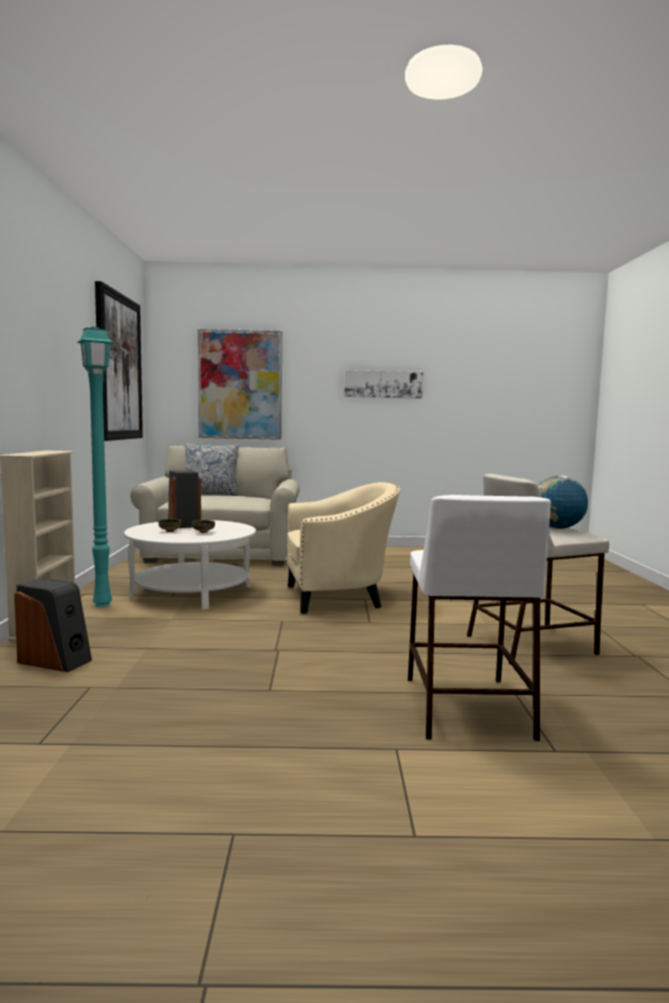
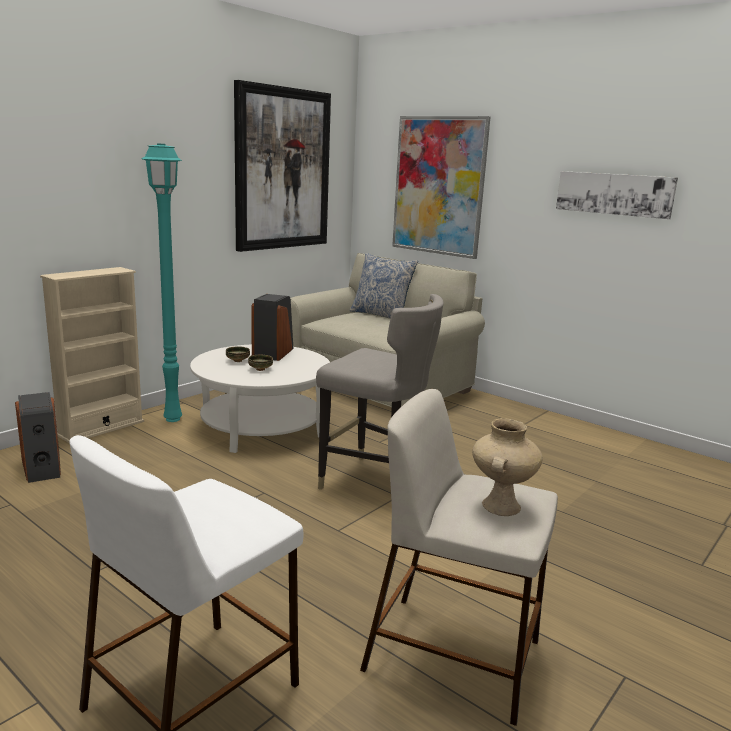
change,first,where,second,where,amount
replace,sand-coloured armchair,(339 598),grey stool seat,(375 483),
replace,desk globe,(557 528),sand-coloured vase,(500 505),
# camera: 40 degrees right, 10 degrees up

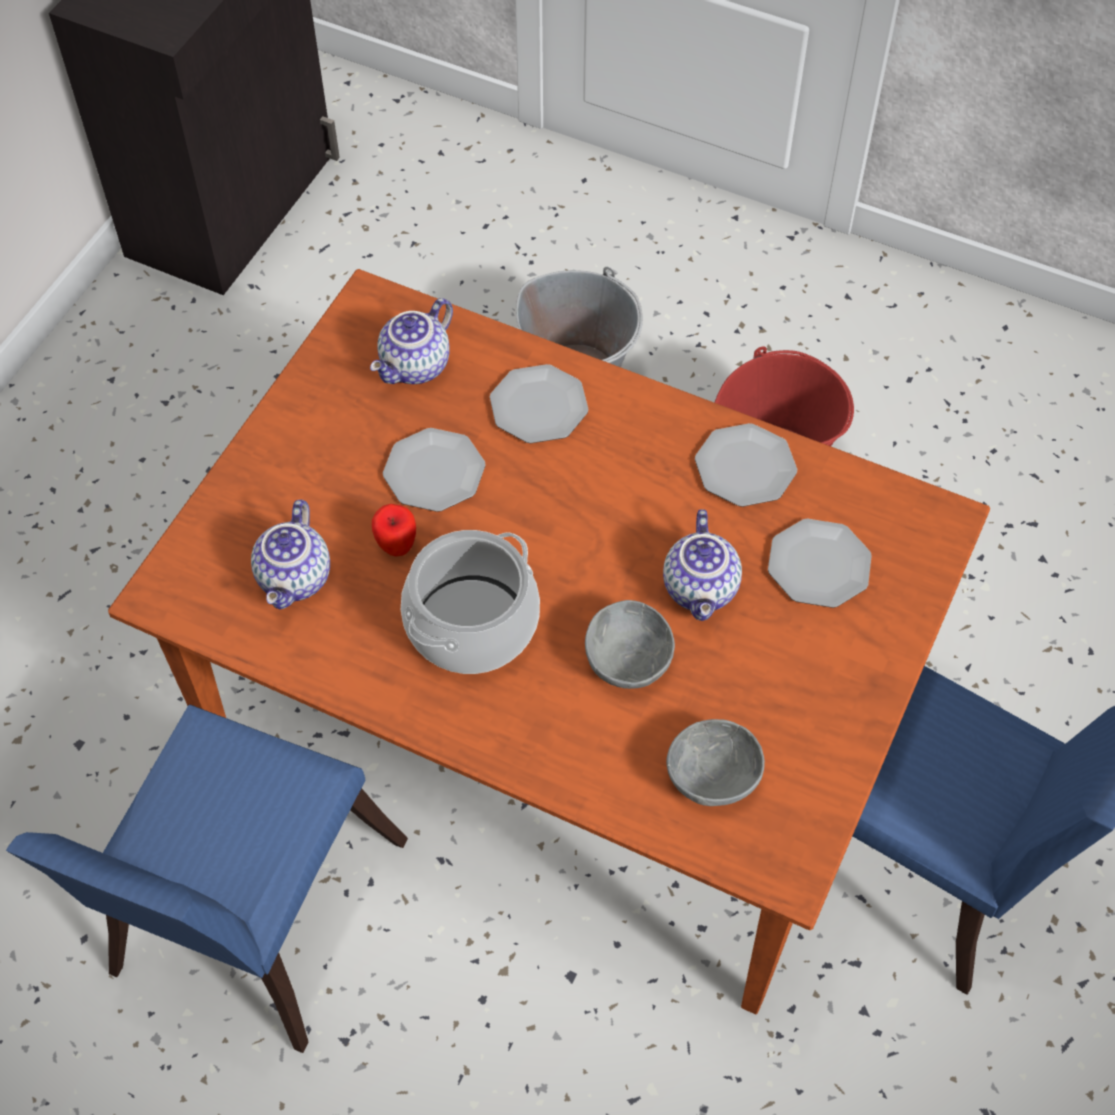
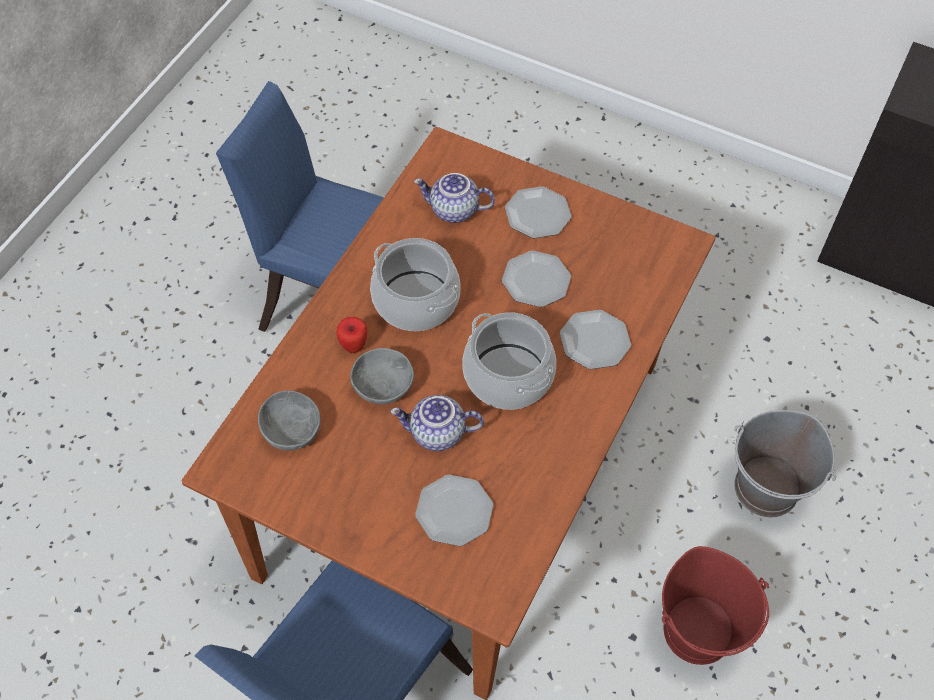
change,first,where,second,where,amount
delete,pot for tea,(416 367),,,
insert,,,saucepot,(507 376),
move,apple,(396 547),,(353 346),
move,plate,(746 468),,(537 215),
# camera: 90 degrees right, 0 degrees up

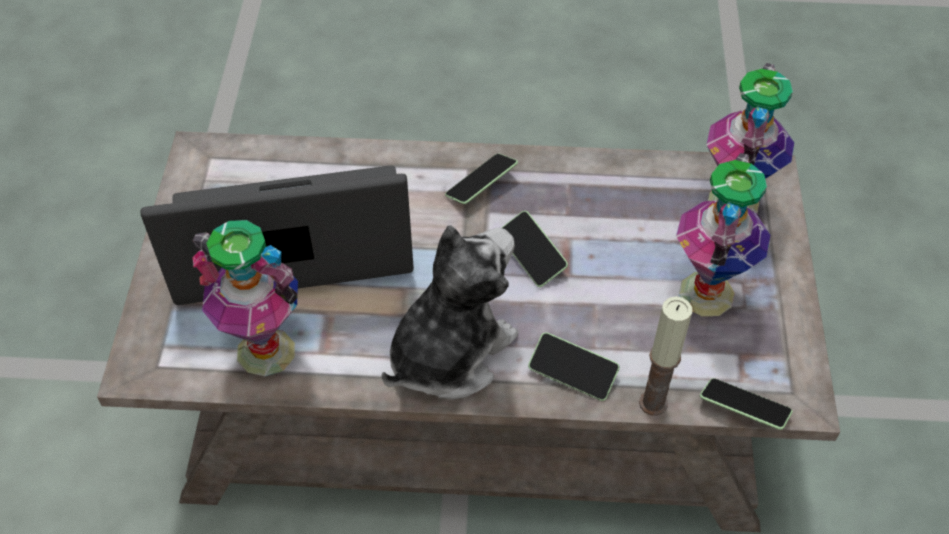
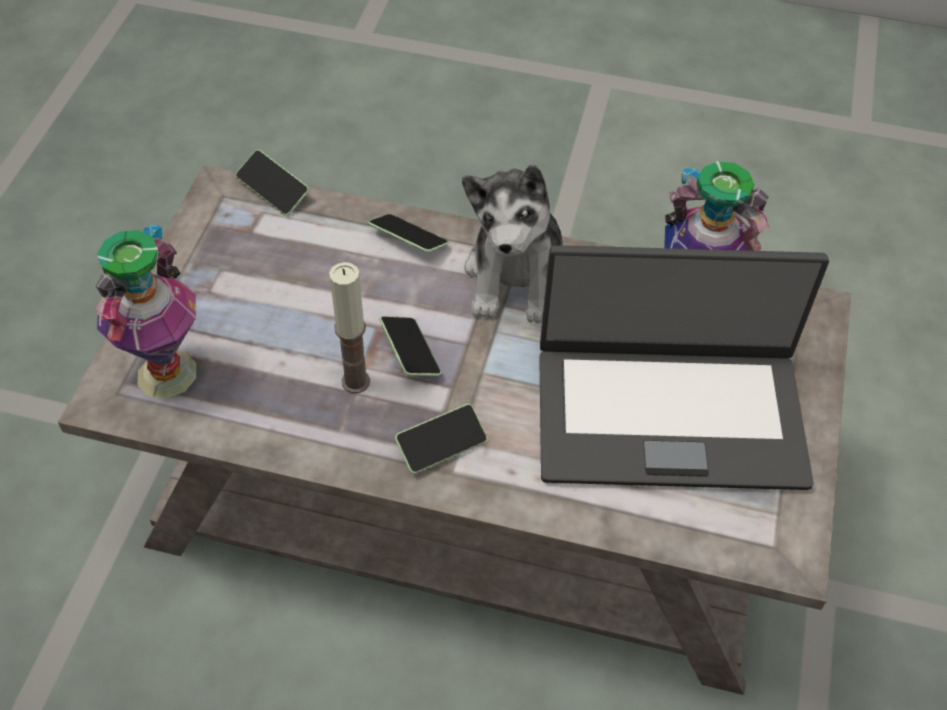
change,first,where,second,where,amount
delete,vase,(708 294),,,
move,candle,(653 403),,(355 381),
rotate,soft toy,(449 352),,(517 276),45 degrees counterclockwise
# camera: 170 degrees left, 0 degrees up

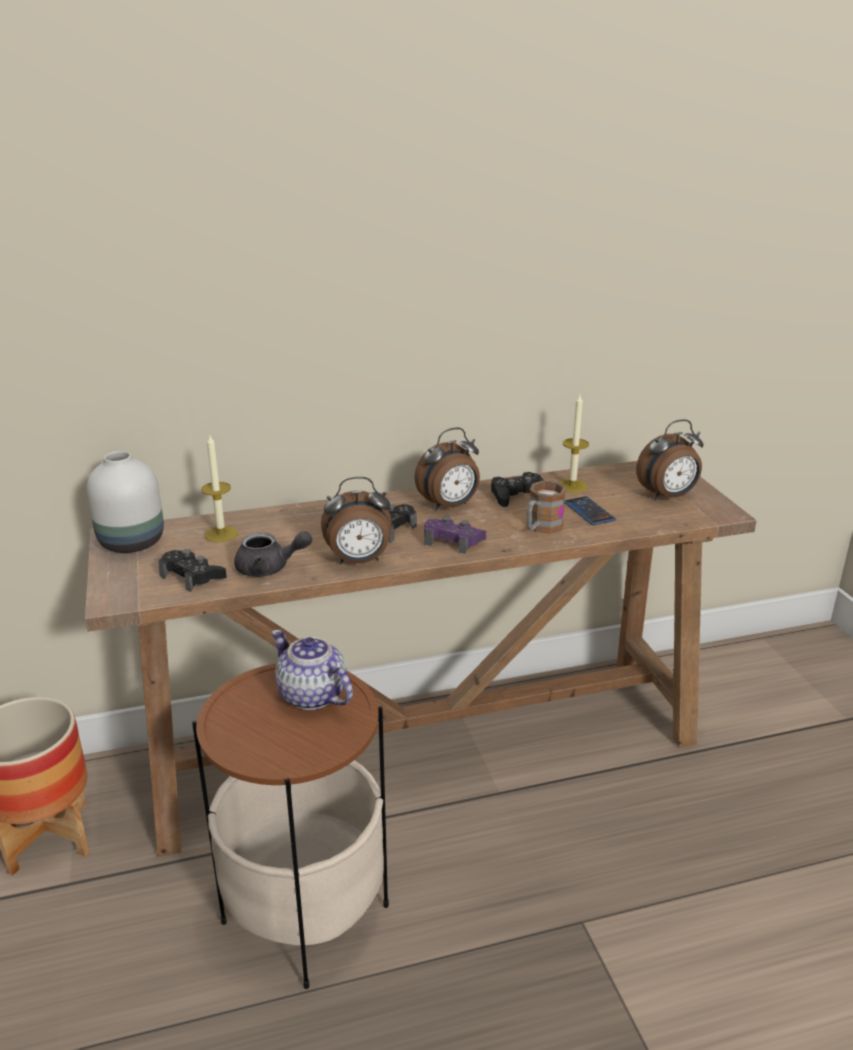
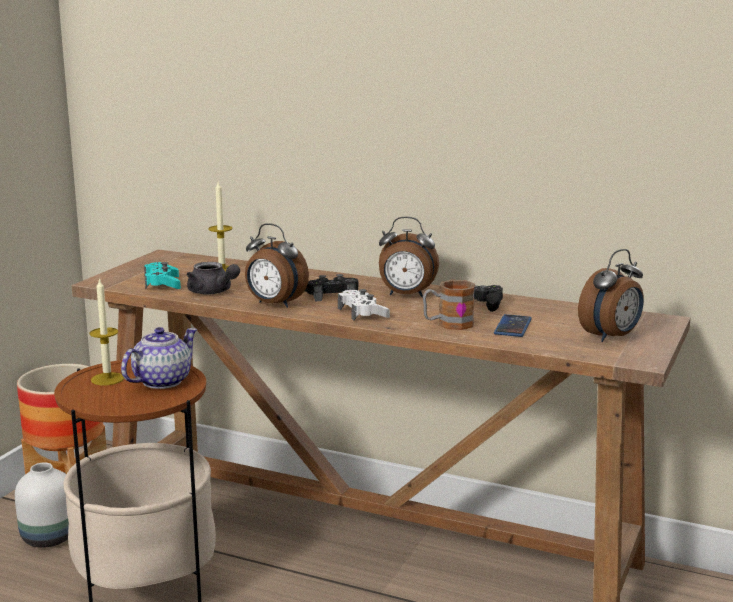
change,first,where,second,where,amount
move,white-coloured vase,(131 543),,(47 539),
move,candle,(572 486),,(107 379),
recolor,black joypad,(192 576),blue-green joypad,(162 283),
recolor,purple joypad,(453 541),white-coloured joypad,(363 313),
rotate,pot for tea,(312 696),,(161 381),45 degrees clockwise
rotate,alarm clock,(668 496),,(611 337),60 degrees counterclockwise
# camera: 40 degrees right, 10 degrees down

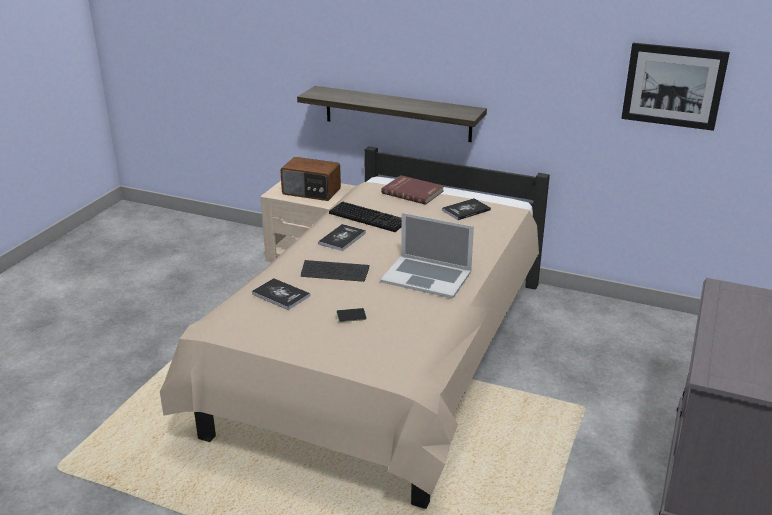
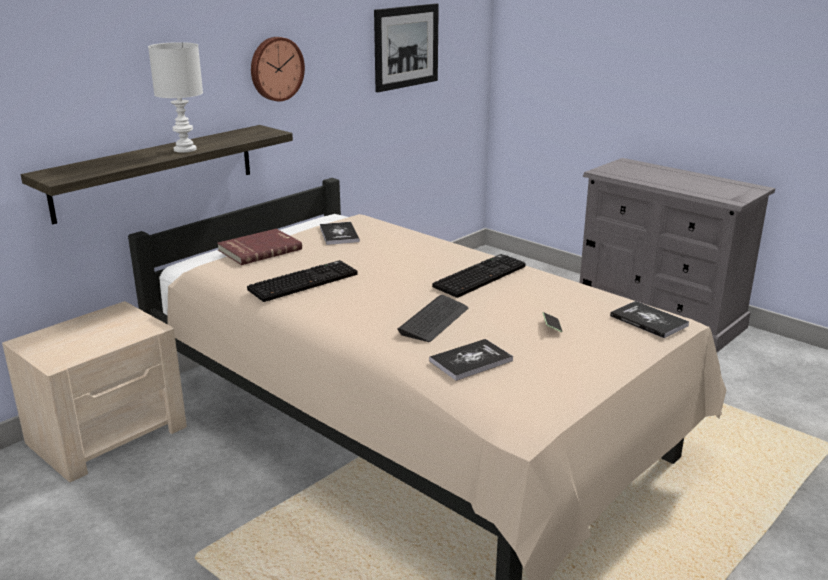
change,first,where,second,where,amount
delete,radio,(311 192),,,
insert,,,white-coloured tabletop lamp,(184 149),
insert,,,wall clock,(275 68),
move,bound book,(342 238),,(648 321),
replace,notebook computer,(426 276),computer keyboard,(479 276),
# camera: 70 degrees left, 5 degrees down

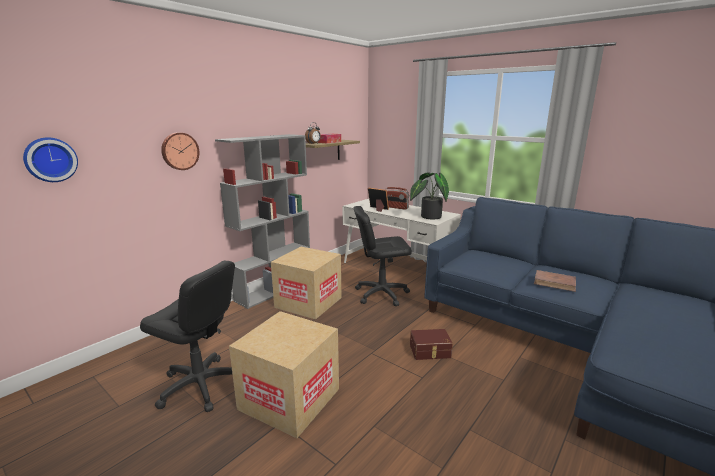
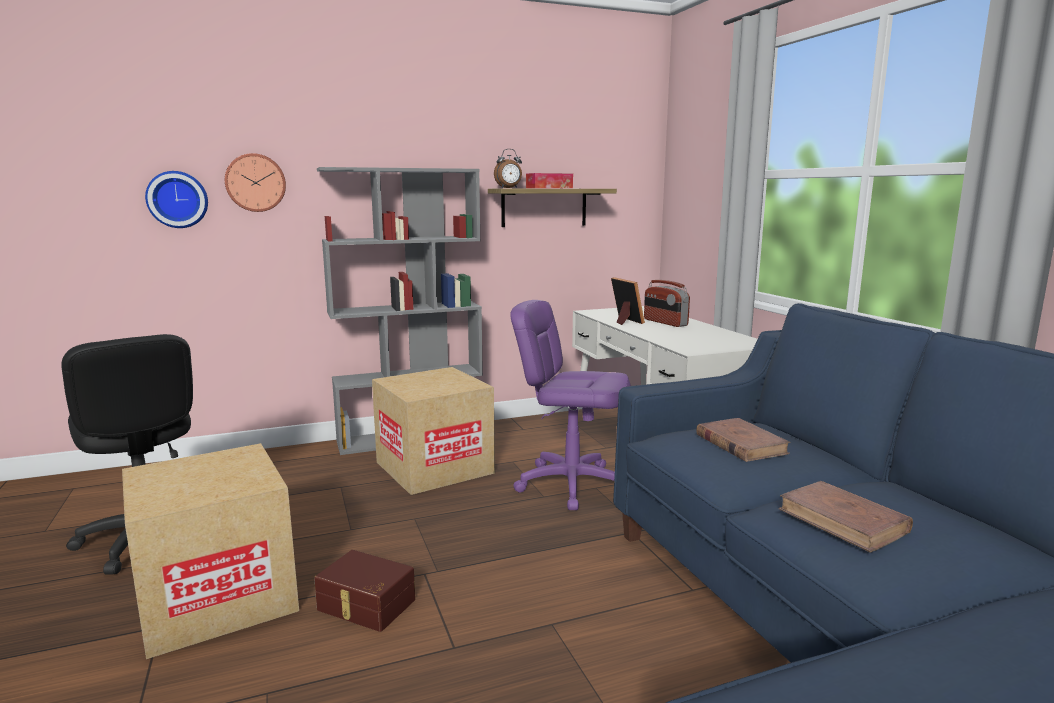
change,first,where,second,where,amount
delete,houseplant,(428 217),,,
insert,,,brown-coloured bound book,(740 444),
move,wall clock,(50 159),,(177 199),
move,brown-coloured storage box,(430 351),,(365 606),
recolor,black computer chair,(381 294),purple computer chair,(571 484),
# camera: 30 degrees right, 5 degrees down

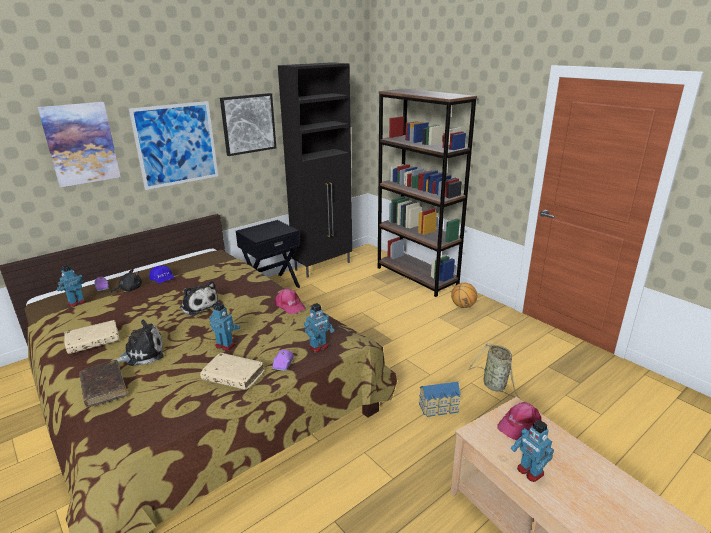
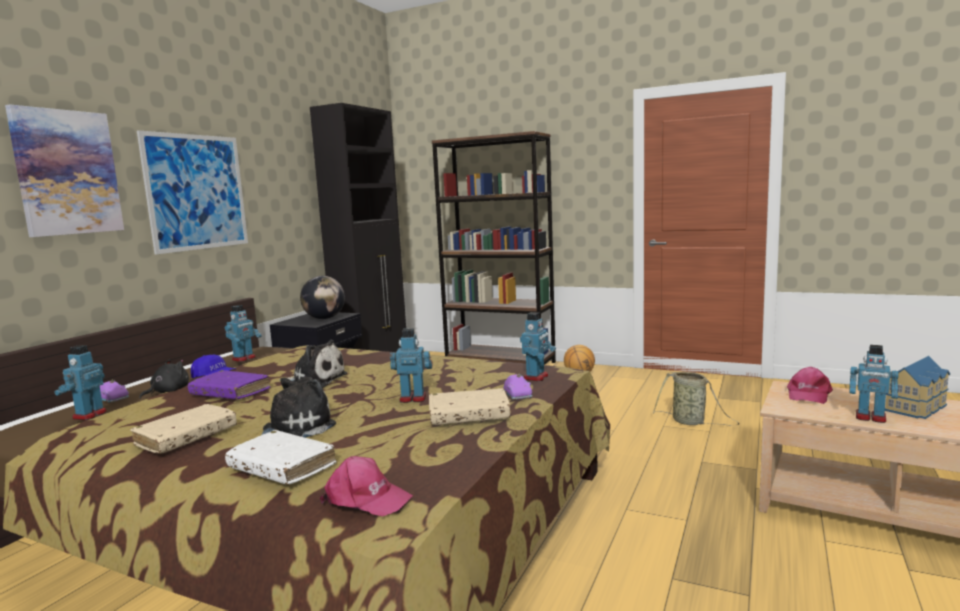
change,first,where,second,where,amount
delete,picture,(248 124),,,
insert,,,purple bound book,(230 393),
insert,,,model robot,(244 358),
insert,,,desk globe,(324 318),
move,pink cap,(289 305),,(366 499),
move,toy house,(439 408),,(917 407),
recolor,brown-coloured bound book,(104 388),white-coloured bound book,(282 468),
# camera: 25 degrees left, 15 degrees down

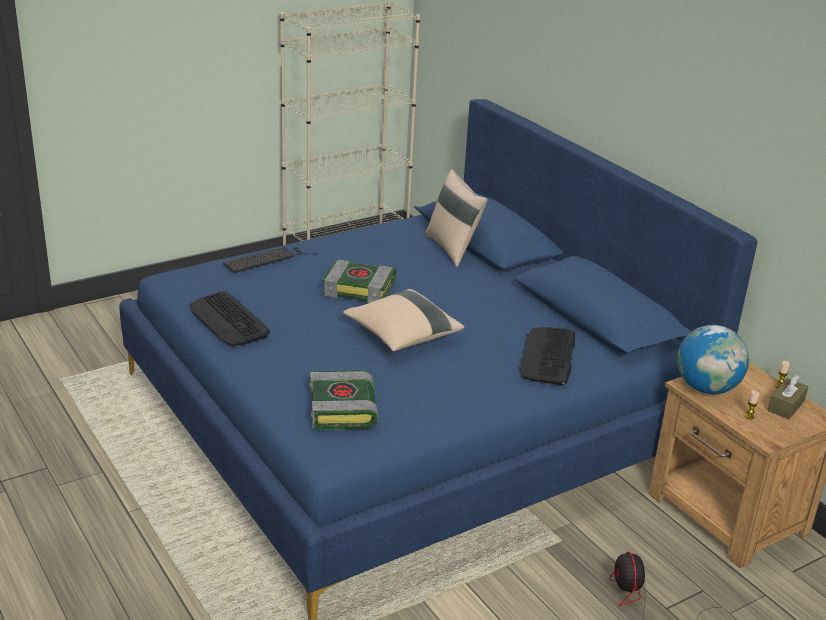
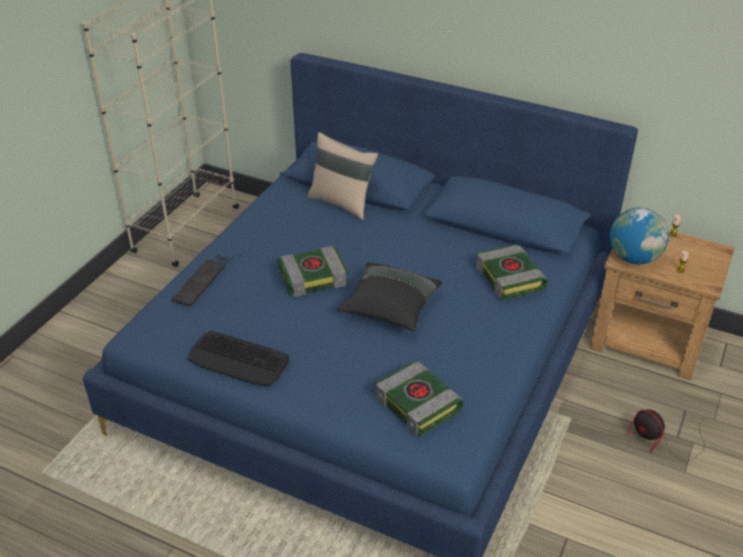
change,first,where,second,where,amount
delete,brown-coloured tissue box,(786 406),,,
replace,computer keyboard,(548 356),bound book,(511 278),
recolor,sand-coloured pillow,(402 335),black pillow,(390 308),
# camera: 30 degrees left, 10 degrees up

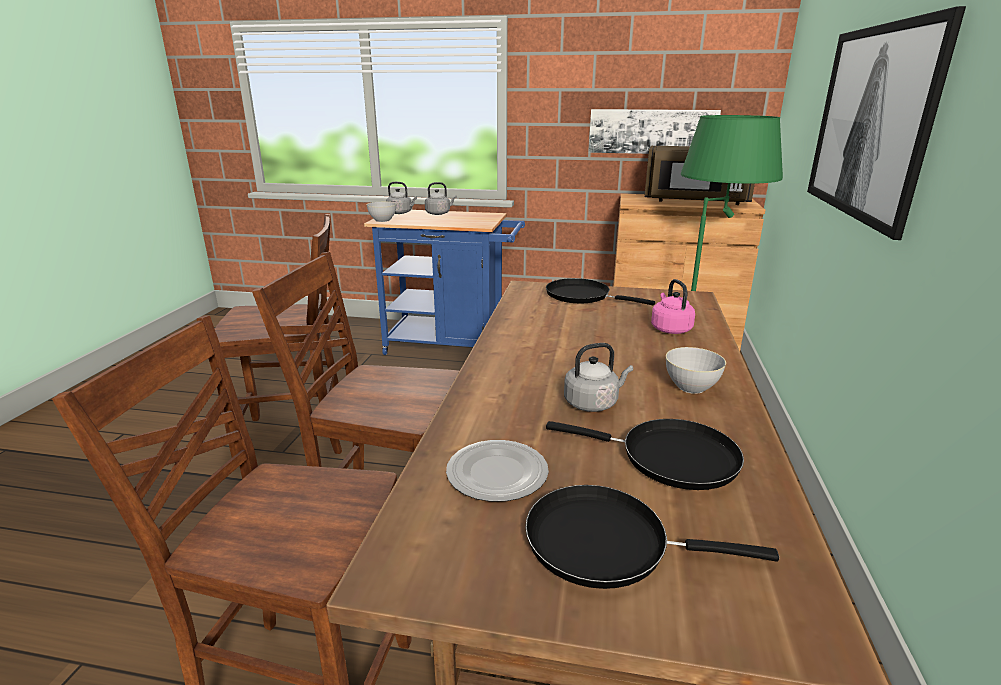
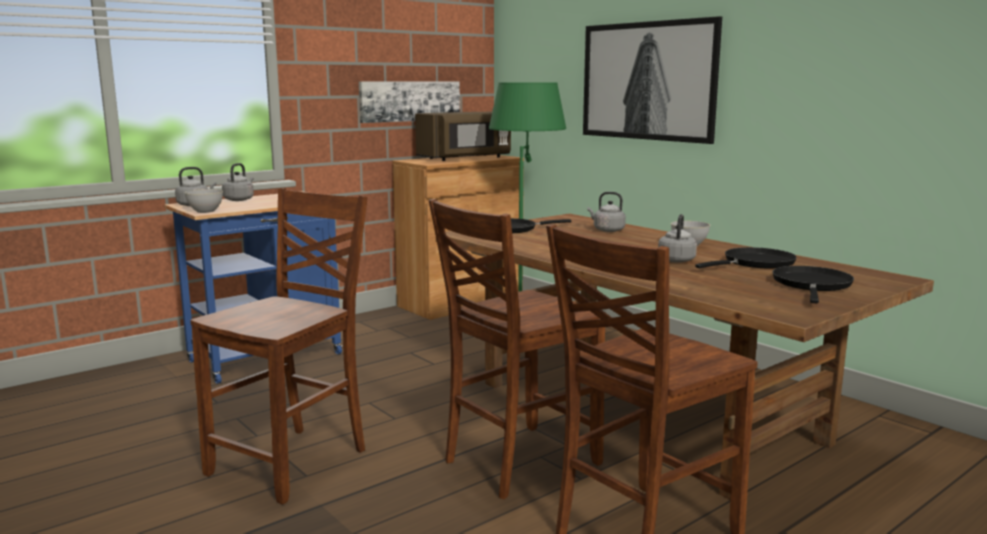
change,first,where,second,where,amount
delete,plate,(495 473),,,
recolor,pink water kettle,(670 328),grey water kettle,(607 230),
rotate,black skillet,(606 543),,(812 285),150 degrees clockwise
# camera: 50 degrees left, 10 degrees down

